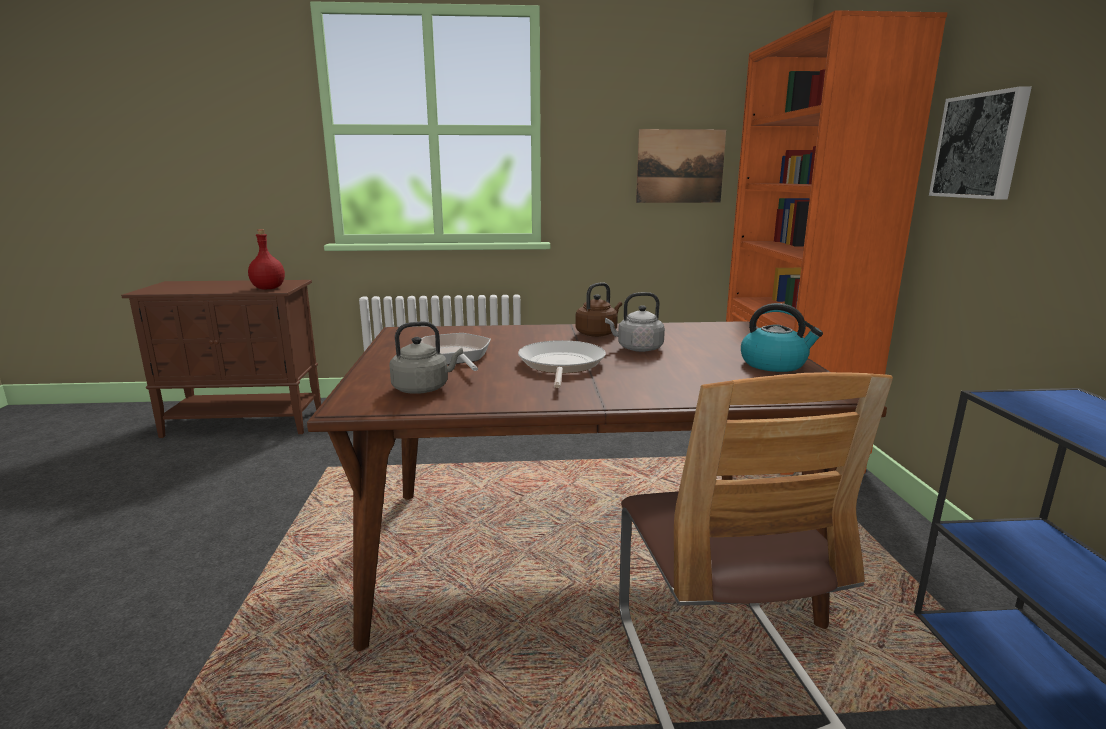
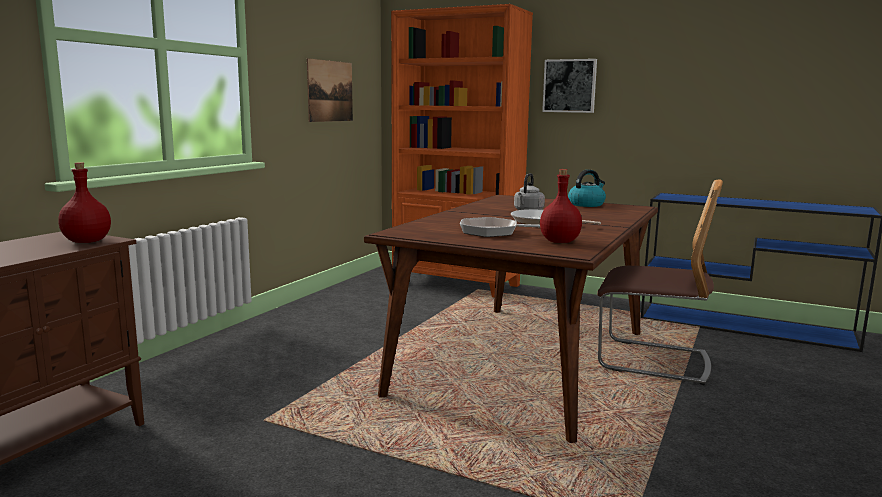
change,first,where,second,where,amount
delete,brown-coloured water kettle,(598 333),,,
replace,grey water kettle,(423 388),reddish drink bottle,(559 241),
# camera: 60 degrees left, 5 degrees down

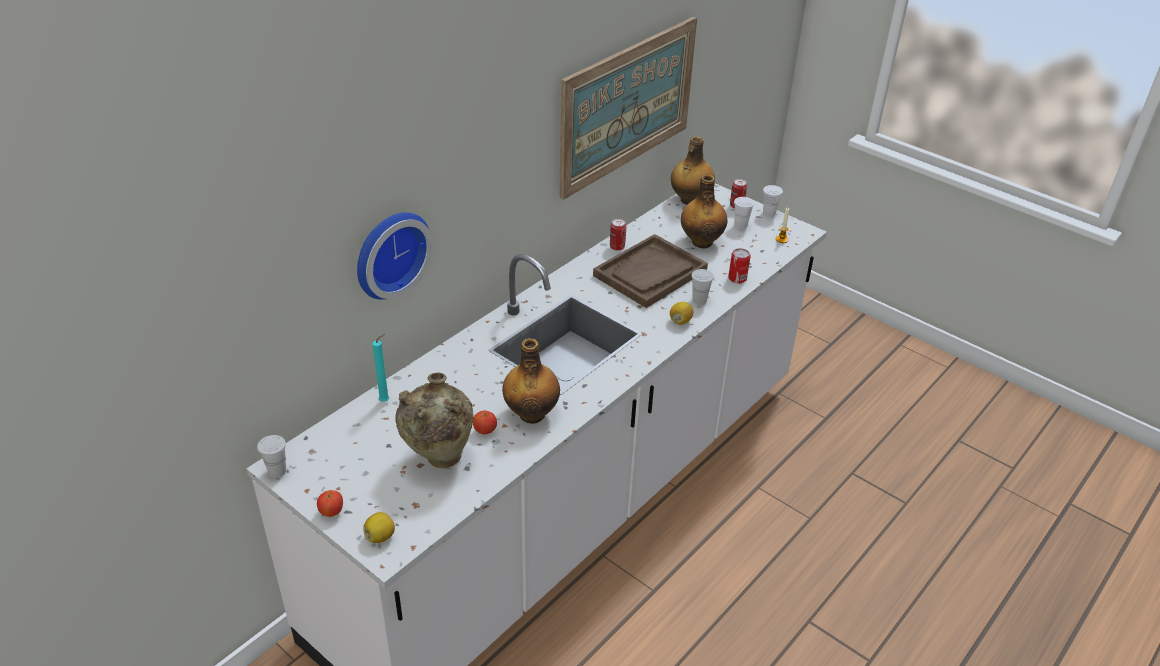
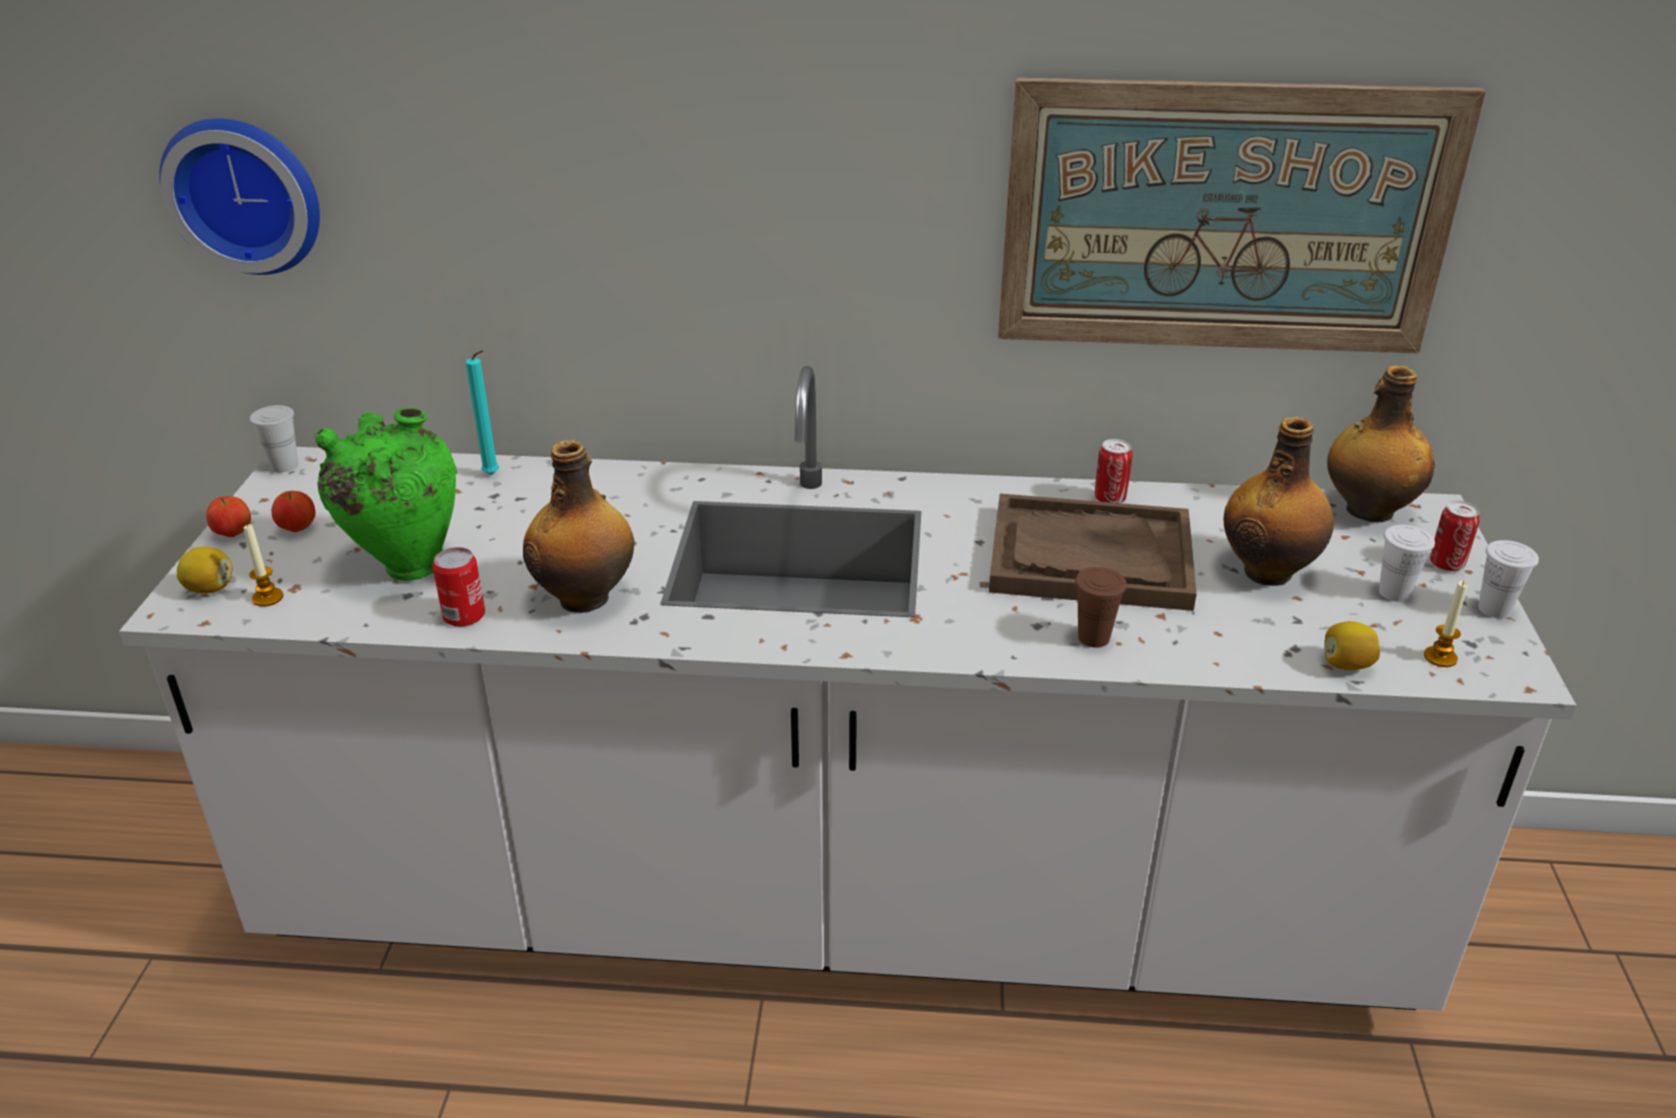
change,first,where,second,where,amount
insert,,,candle,(268 598),
move,wall clock,(389 252),,(246 193),
move,apple,(485 431),,(297 528),
move,whole lemon,(680 321),,(1346 664),
move,sealed can,(737 278),,(464 615),
recolor,sand-coloured vase,(438 459),green vase,(406 565),
recolor,white-coloured cup,(699 300),brown-coloured cup,(1093 638),
# camera: 55 degrees right, 5 degrees down

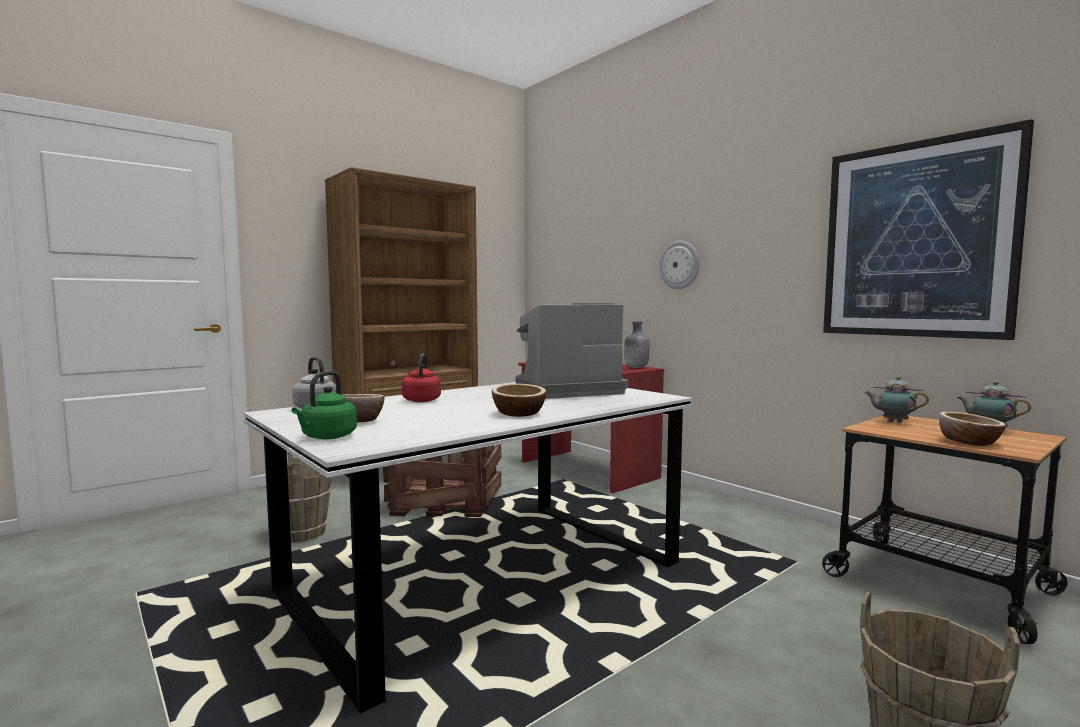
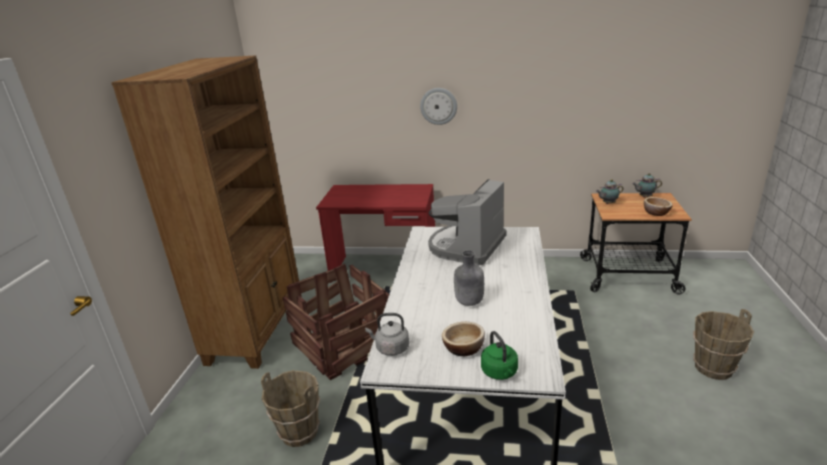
change,first,where,second,where,amount
delete,reddish water kettle,(422 400),,,
delete,deep dish,(518 413),,,
delete,picture,(916 240),,,
move,grey drink bottle,(636 367),,(469 302),
# camera: 40 degrees left, 20 degrees up

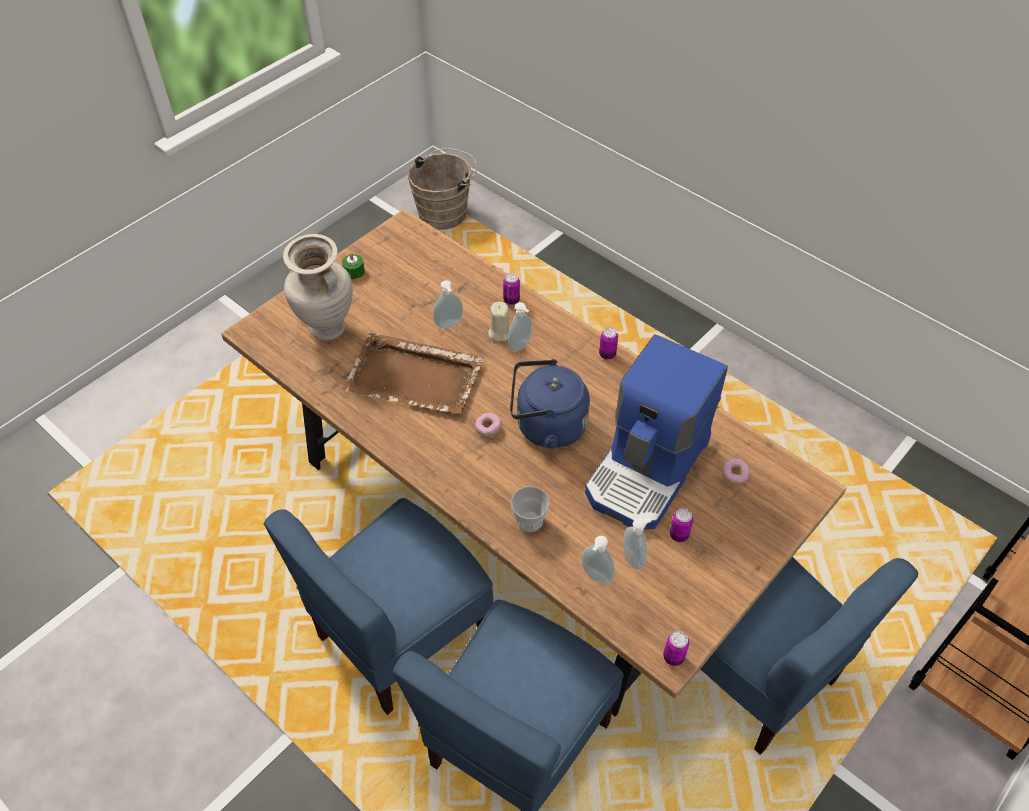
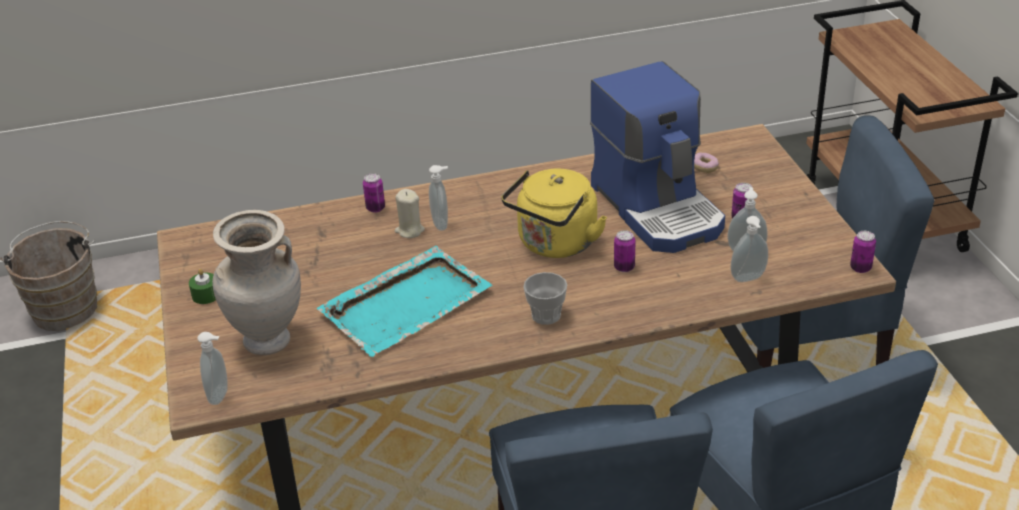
change,first,where,second,where,amount
delete,ring doughnut,(488 428),,,
move,soap dispenser,(449 325),,(221 396),
move,cup,(529 521),,(546 315),
move,sealed can,(607 354),,(624 267),
recolor,brown-coloured tray,(415 377),blue-green tray,(407 303),
recolor,blue water kettle,(546 426),yellow water kettle,(555 245),
# camera: 55 degrees left, 15 degrees down

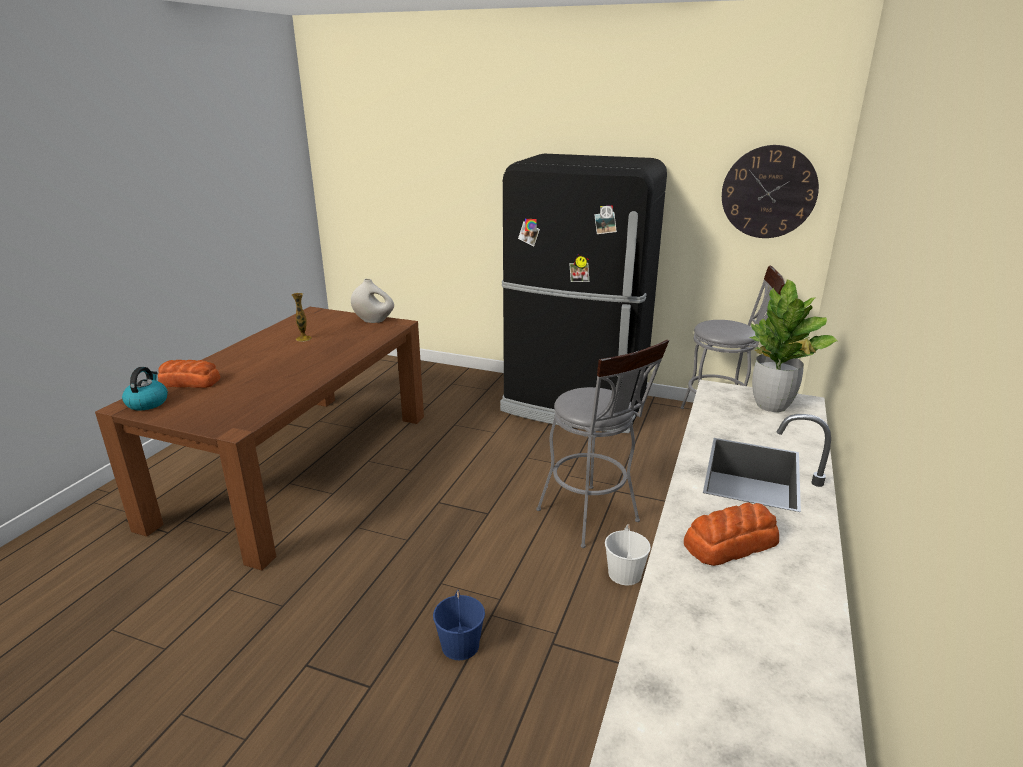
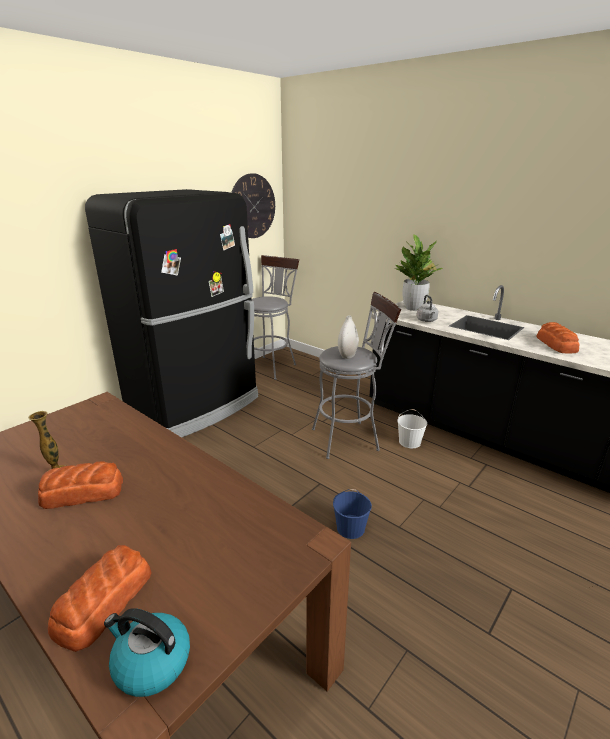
change,first,where,second,where,amount
insert,,,bread,(82 492),
insert,,,grey water kettle,(427 320),
move,white-coloured vase,(374 320),,(347 355),
move,blue pail,(460 644),,(350 528),
# camera: 70 degrees left, 0 degrees up

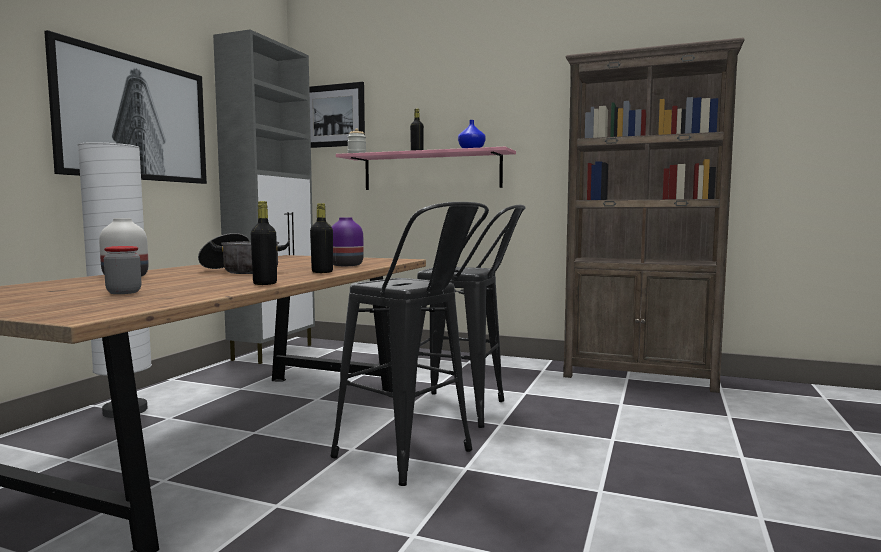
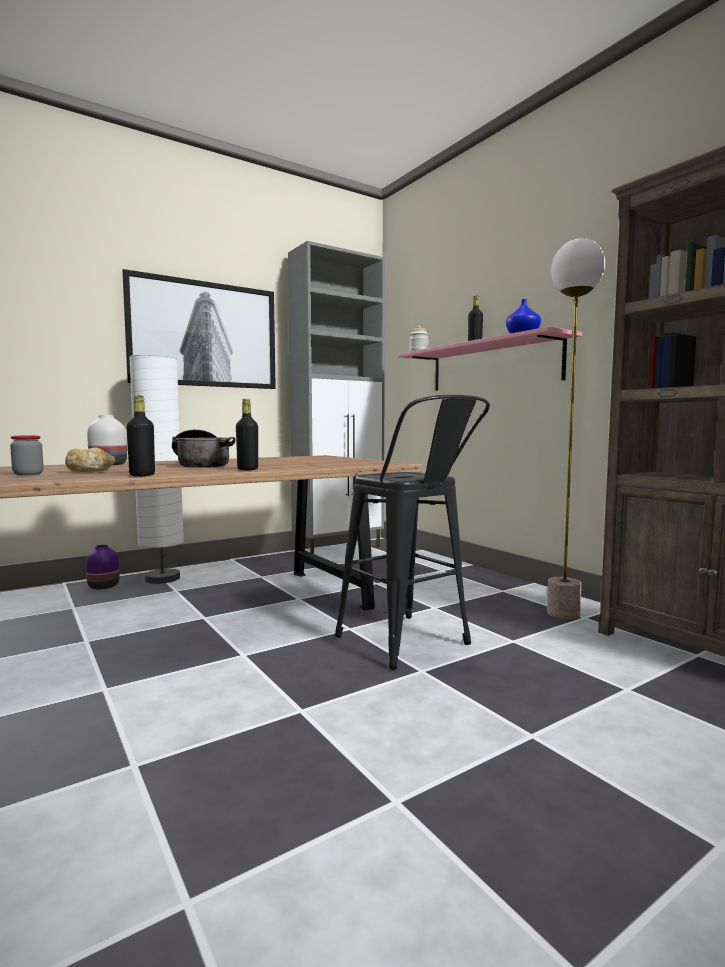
change,first,where,second,where,amount
delete,picture,(333 116),,,
delete,black stool seat,(413 458),,,
insert,,,bread,(90 472),
insert,,,standing lamp,(563 614),
move,purple vase,(345 265),,(103 586),
# camera: 35 degrees right, 0 degrees up

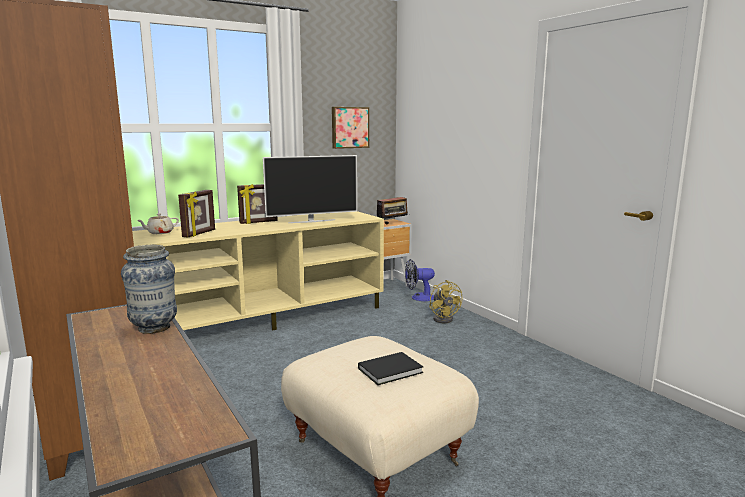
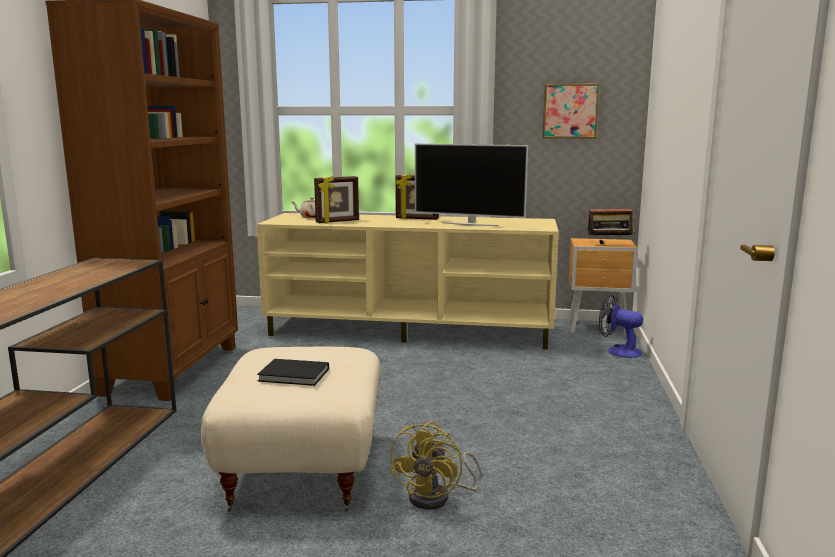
change,first,where,second,where,amount
delete,vase,(154 328),,,
move,yellow cooling fan,(444 318),,(437 497),
# camera: 40 degrees right, 0 degrees up

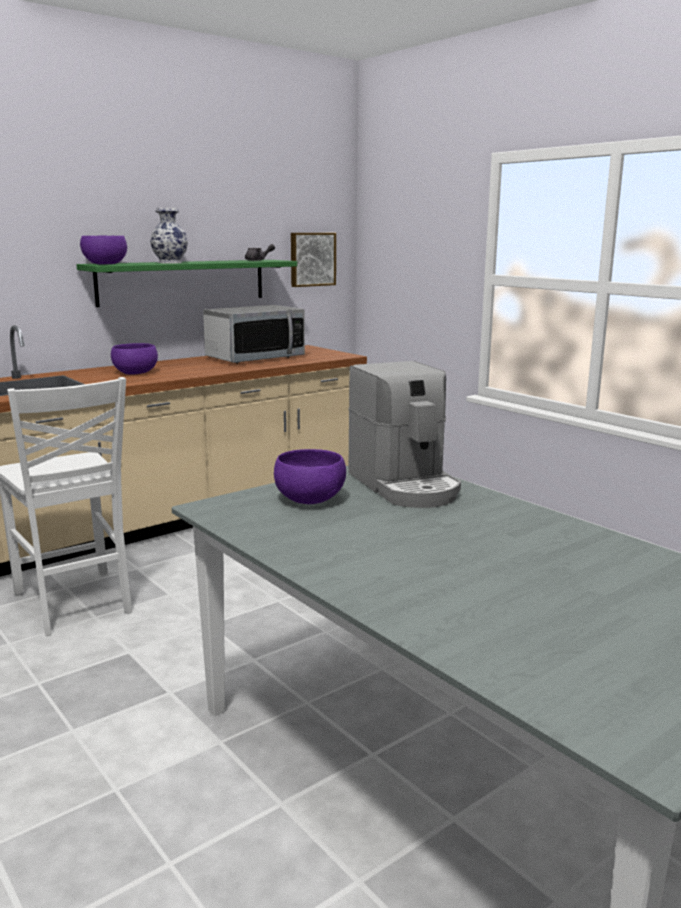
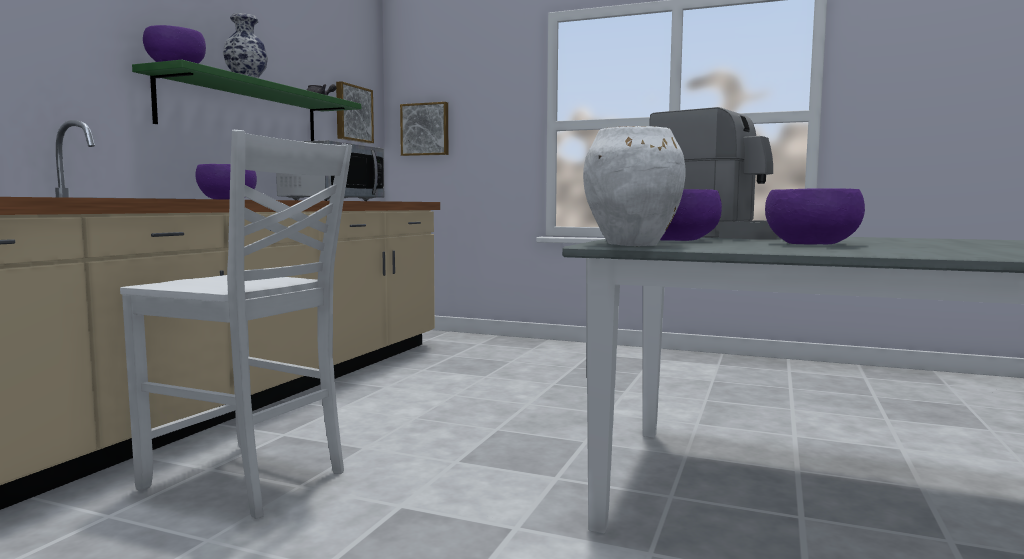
change,first,where,second,where,amount
insert,,,picture,(425 129),
insert,,,white-coloured vase,(633 244),
insert,,,purple deep dish,(812 244),
# camera: 30 degrees left, 10 degrees down

